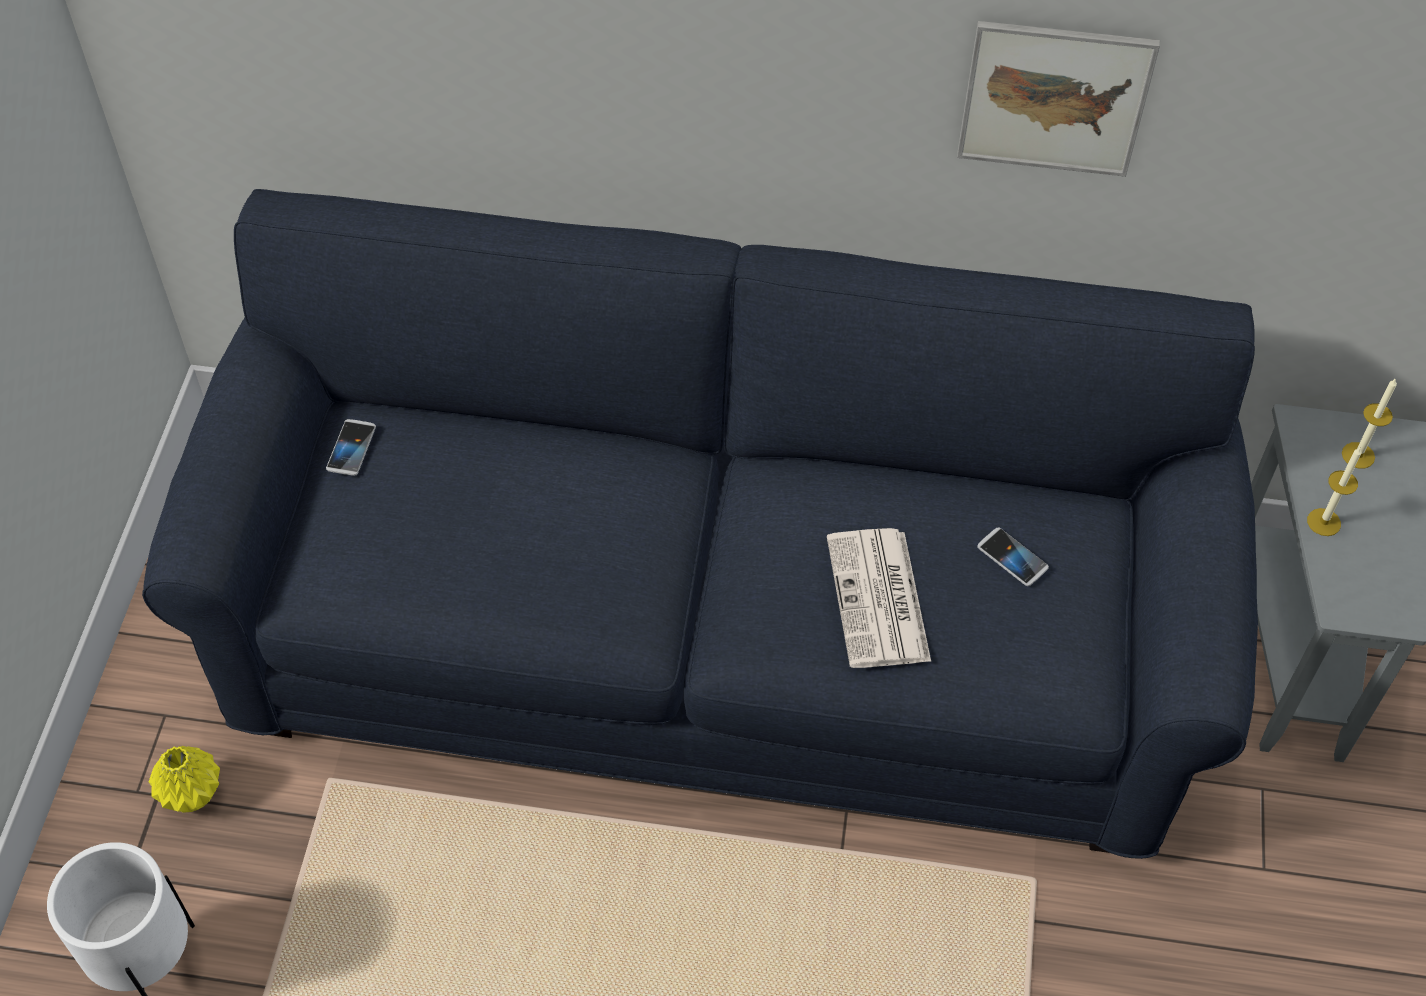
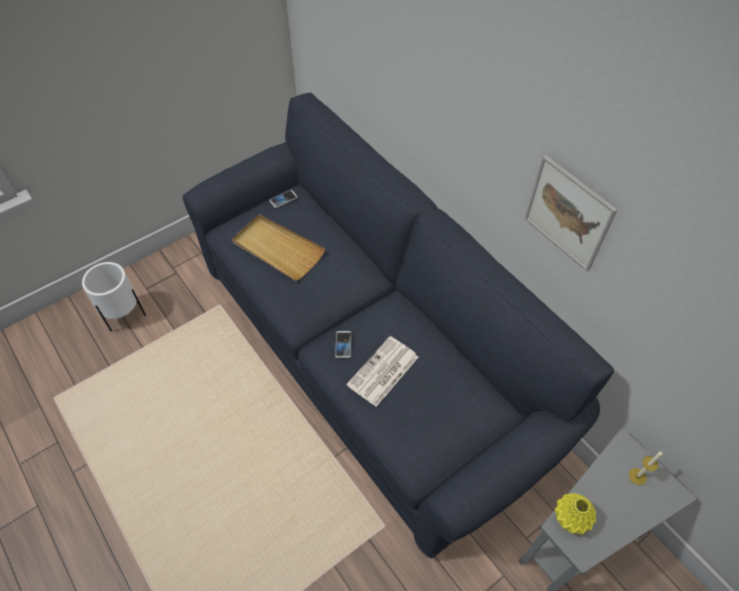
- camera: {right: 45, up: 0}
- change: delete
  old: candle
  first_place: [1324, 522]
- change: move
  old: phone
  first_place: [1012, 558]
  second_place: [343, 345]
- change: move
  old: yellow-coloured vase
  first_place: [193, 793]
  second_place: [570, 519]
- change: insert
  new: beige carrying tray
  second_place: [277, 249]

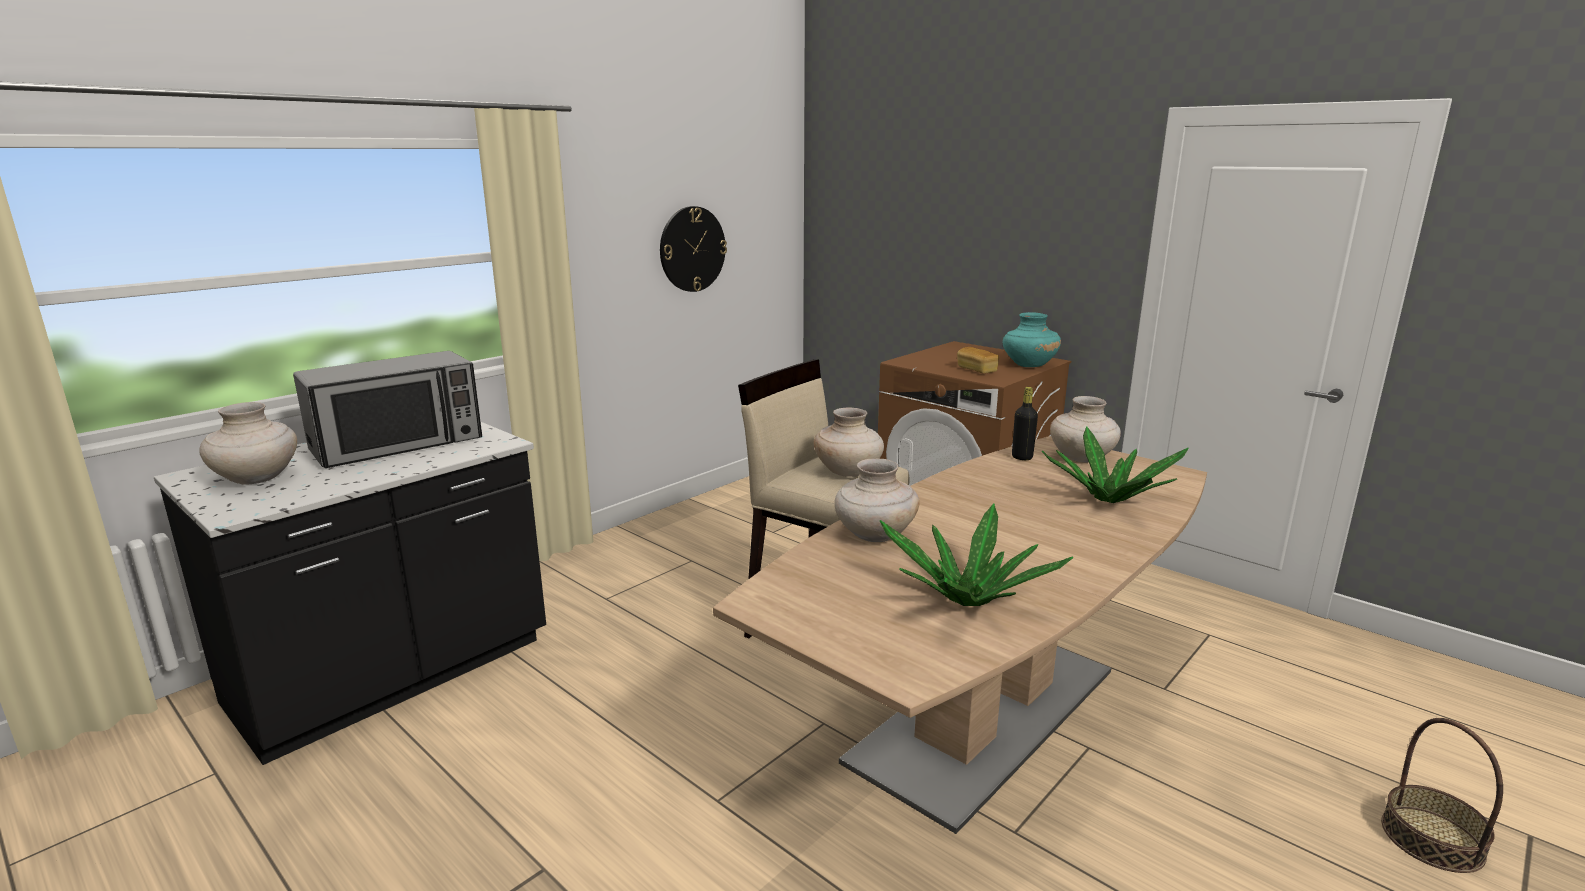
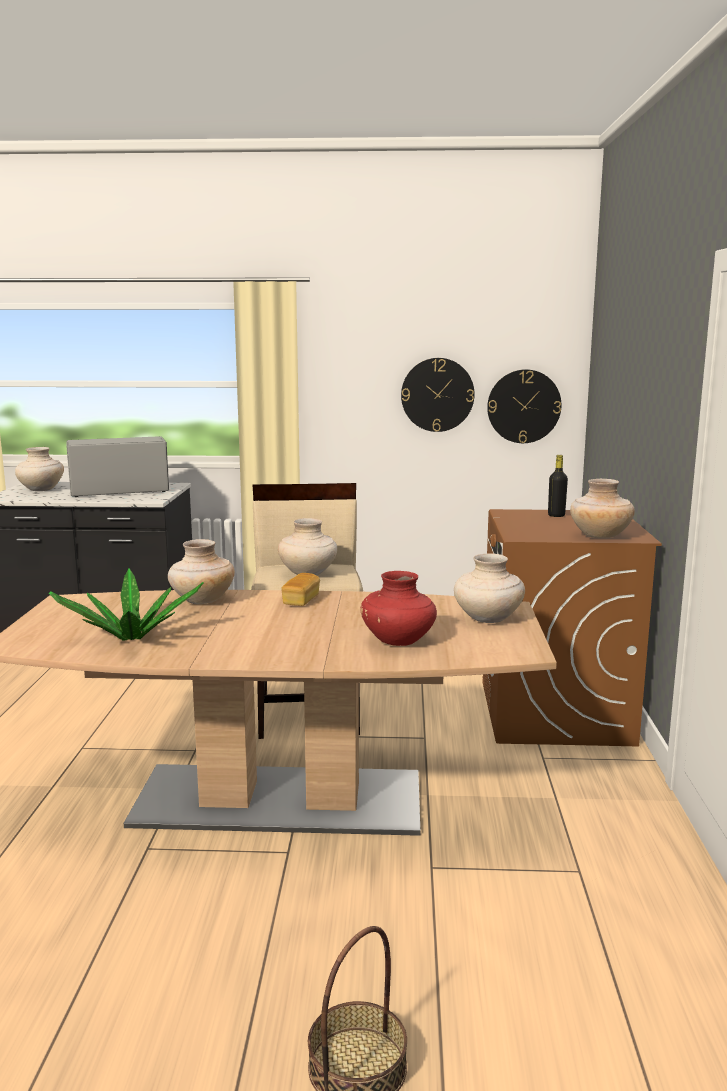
- camera: {right: 50, up: -5}
- change: recolor
  old: blue-green vase
  new: beige vase
  first_place: [1028, 365]
  second_place: [600, 536]
- change: move
  old: baked bread
  first_place: [977, 370]
  second_place: [301, 600]
- change: rotate
  old: microwave oven
  first_place: [399, 445]
  second_place: [119, 490]
  degrees: 150
- change: move
  old: black beverage bottle
  first_place: [1022, 457]
  second_place: [556, 515]
- change: replace
  old: houseplant
  new: red vase
  first_place: [1109, 499]
  second_place: [399, 641]
- change: insert
  new: hanging clock
  second_place: [524, 406]

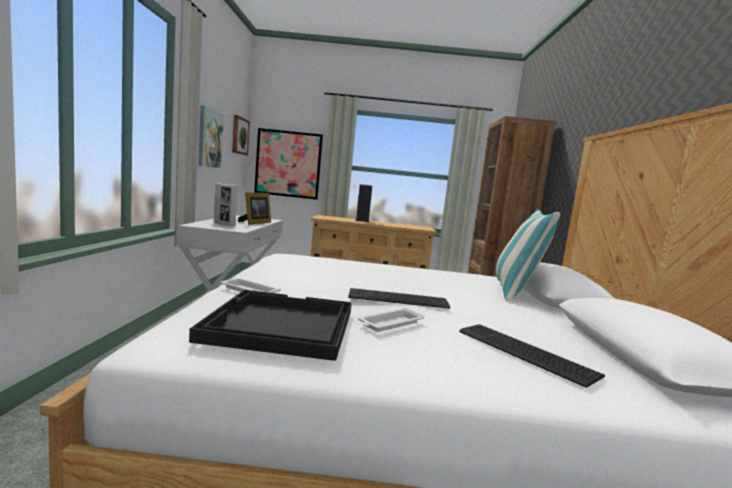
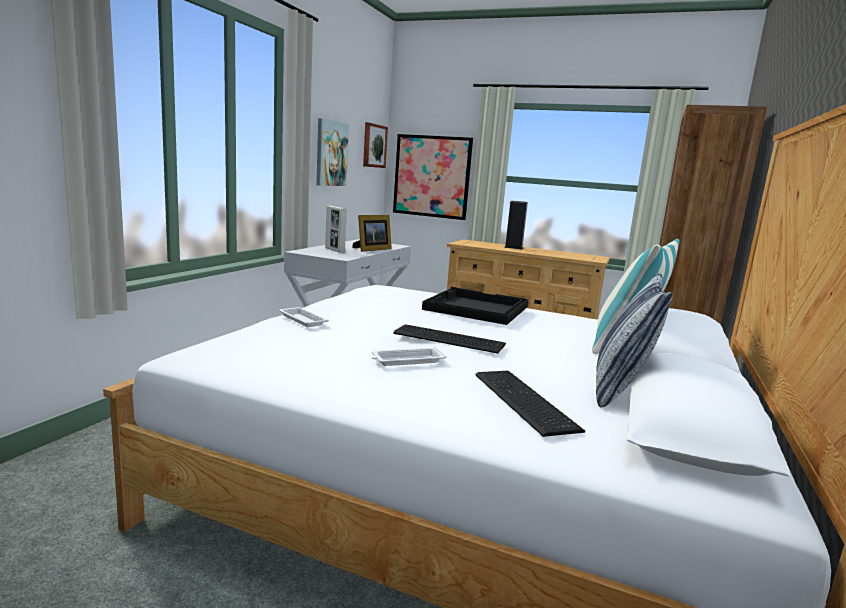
- camera: {right: 20, up: 5}
- change: move
  old: black carrying tray
  first_place: [280, 325]
  second_place: [475, 308]
- change: insert
  new: pillow
  second_place: [620, 390]

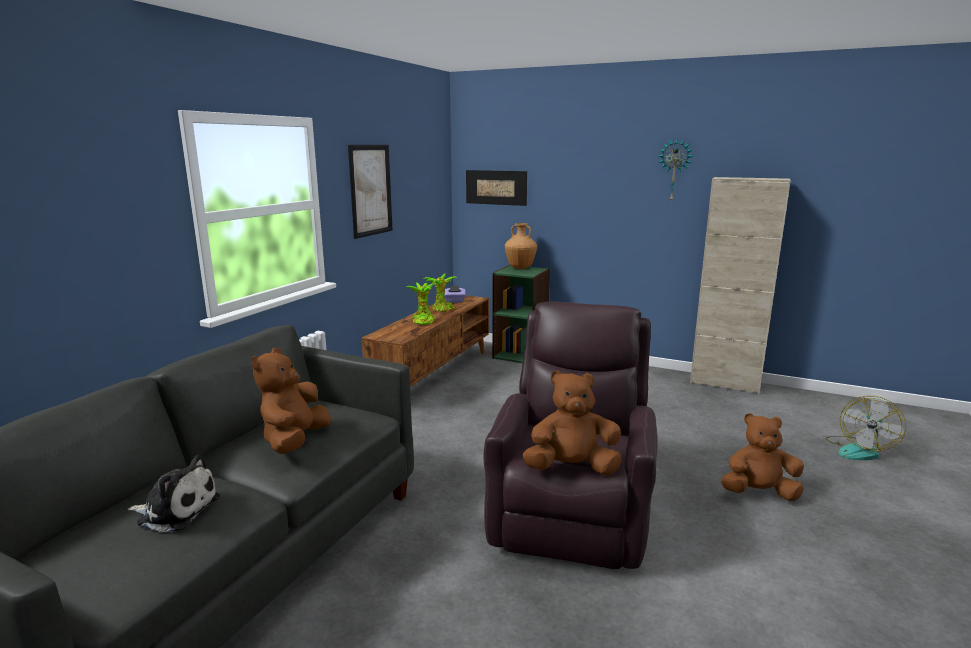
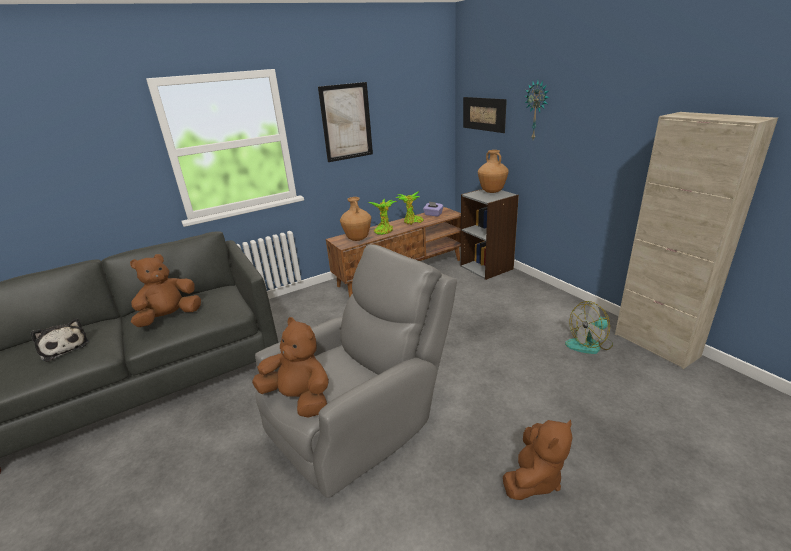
- camera: {right: 35, up: 10}
- change: move
  old: hanging clock
  first_place: [674, 170]
  second_place: [537, 110]
- change: recolor
  old: greenish bookshelf
  new: gray bookshelf
  first_place: [520, 355]
  second_place: [487, 267]
- change: recolor
  old: brown armchair
  new: gray armchair
  first_place: [571, 506]
  second_place: [361, 420]
- change: move
  old: electric fan
  first_place: [859, 450]
  second_place: [589, 344]
- change: rotate
  old: brown cuddly toy
  first_place: [758, 493]
  second_place: [533, 478]
  degrees: 90
- change: insert
  new: brown vase
  second_place: [358, 239]

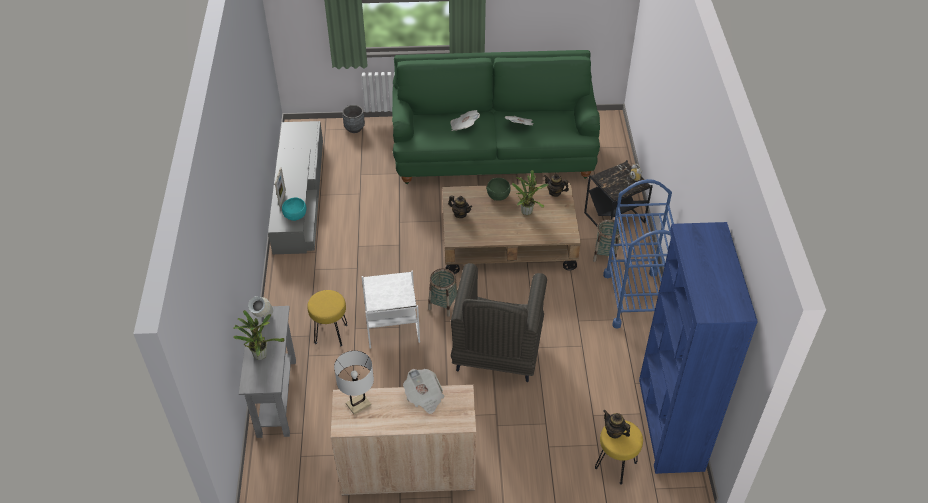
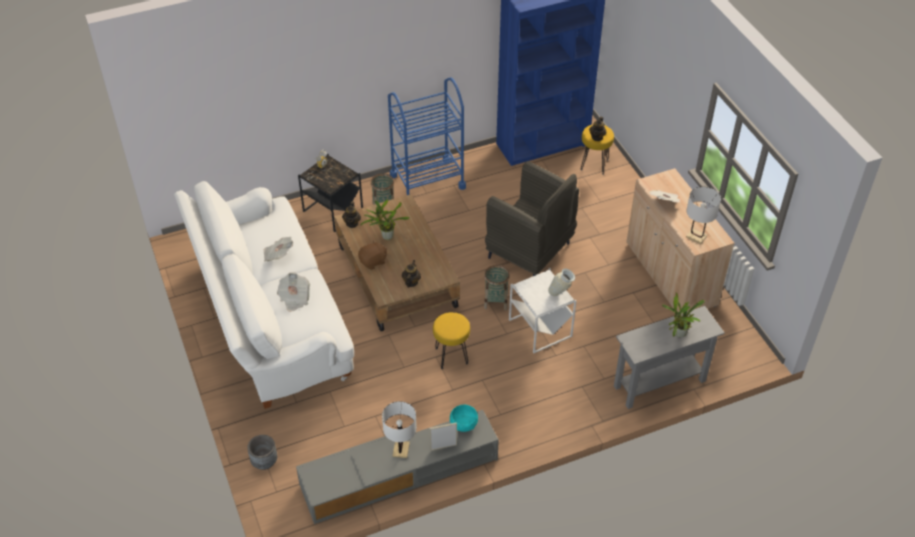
- camera: {right: -110, up: 0}
- change: recolor
  old: greenish couch
  new: white couch
  first_place: [493, 154]
  second_place: [271, 320]
- change: replace
  old: greenish serving bowl
  new: brown cuddly toy
  first_place: [498, 195]
  second_place: [373, 262]
- change: rotate
  old: gray armchair
  first_place: [496, 353]
  second_place: [530, 251]
  degrees: 45
- change: move
  old: yellow-coloured stool
  first_place: [330, 333]
  second_place: [451, 356]
- change: move
  old: vase
  first_place: [263, 320]
  second_place: [561, 294]
- change: insert
  new: white tabletop lamp
  second_place: [401, 449]

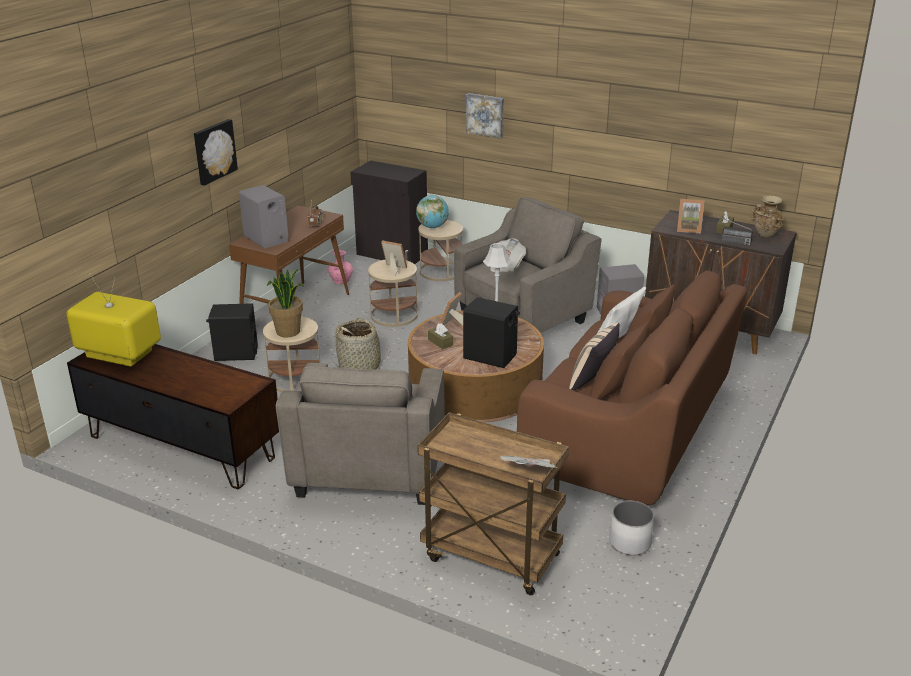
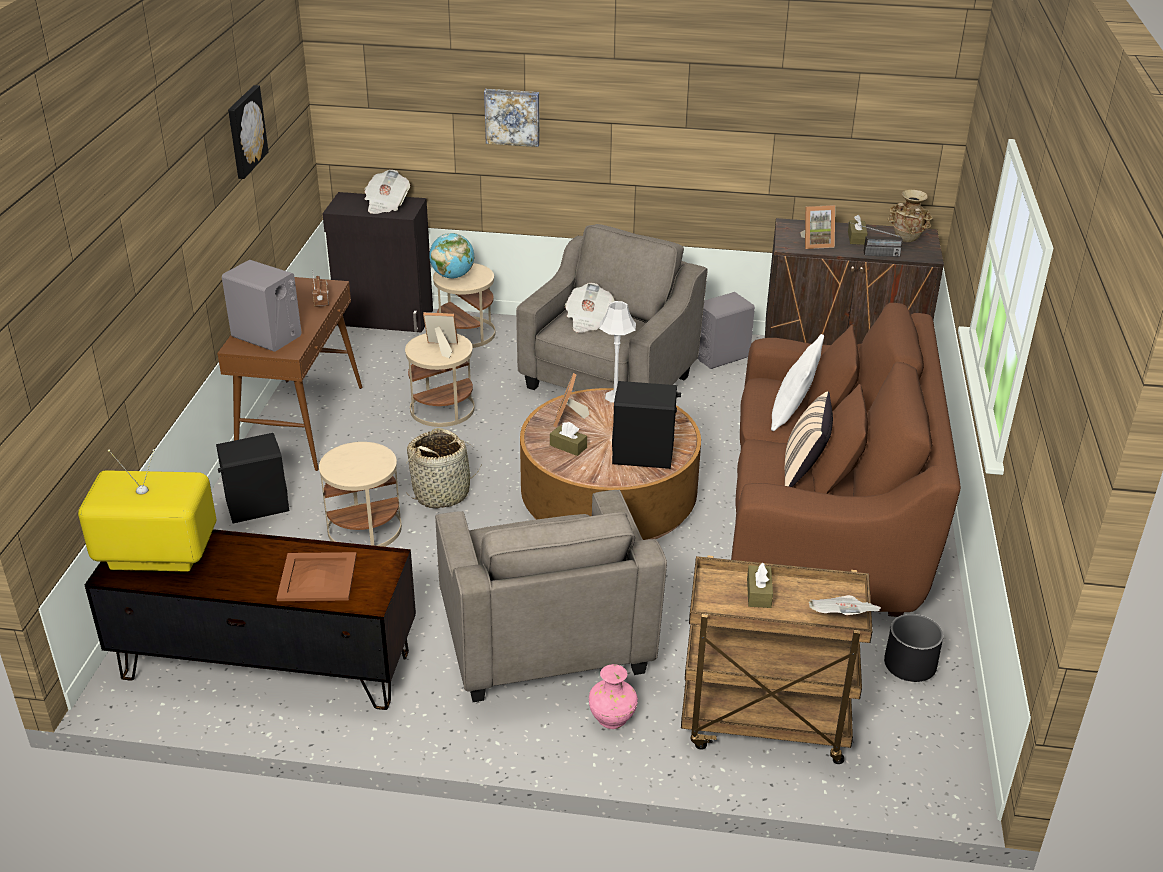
- camera: {right: -20, up: 5}
- change: move
  old: picture
  first_place: [214, 151]
  second_place: [245, 131]
- change: move
  old: pink-coloured vase
  first_place: [340, 281]
  second_place: [611, 719]
- change: delete
  old: houseplant
  first_place: [288, 332]
- change: recolor
  old: white flower pot
  new: black flower pot
  first_place: [630, 543]
  second_place: [910, 666]
- change: insert
  new: printed paper
  second_place: [386, 205]
- change: insert
  new: brown carrying tray
  second_place: [317, 578]
- change: insert
  new: brown box of tissues
  second_place: [759, 593]

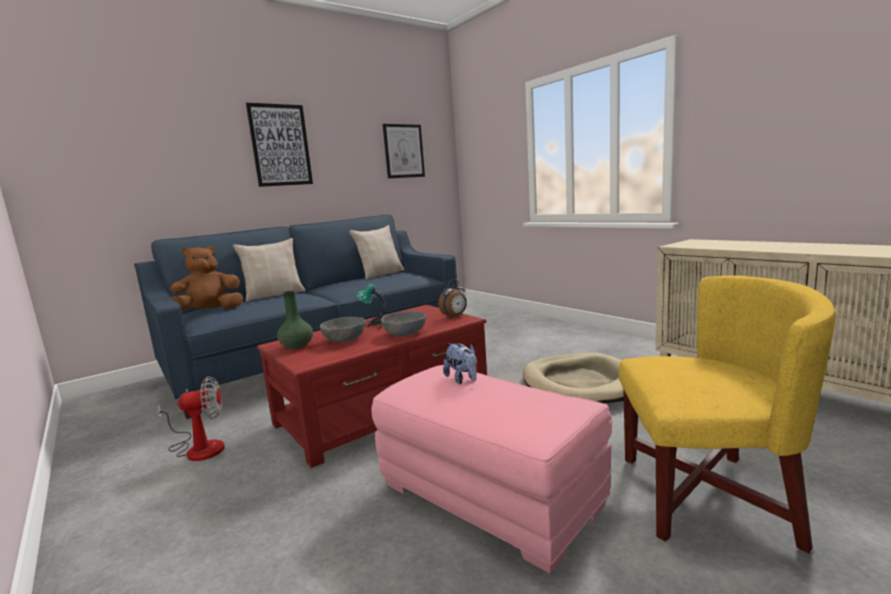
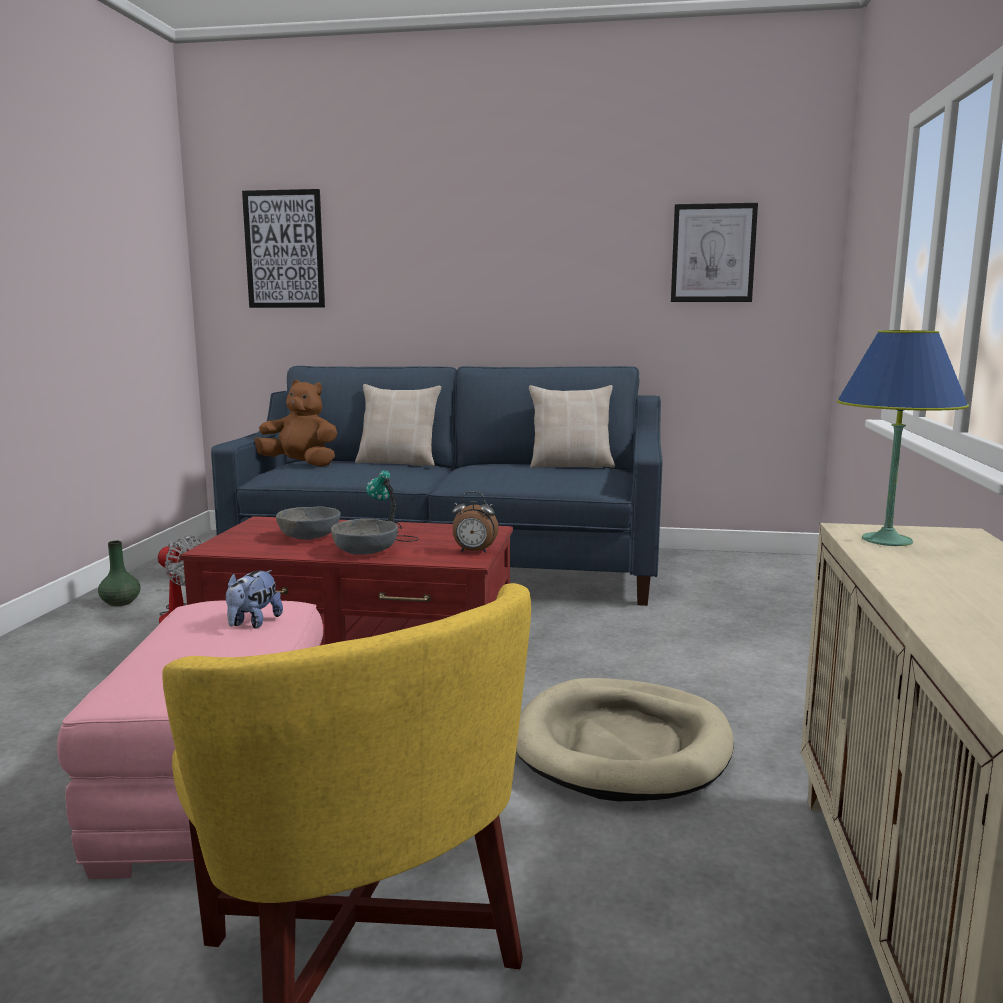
- camera: {right: 45, up: 0}
- change: move
  old: picture
  first_place: [280, 145]
  second_place: [284, 249]
- change: move
  old: greenish vase
  first_place: [296, 346]
  second_place: [120, 602]
- change: insert
  new: bluish tabletop lamp
  second_place: [886, 540]

